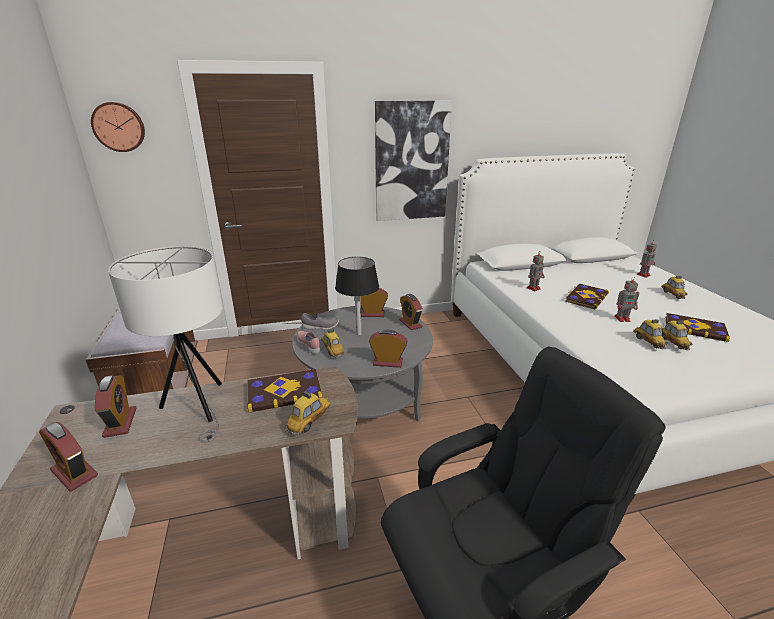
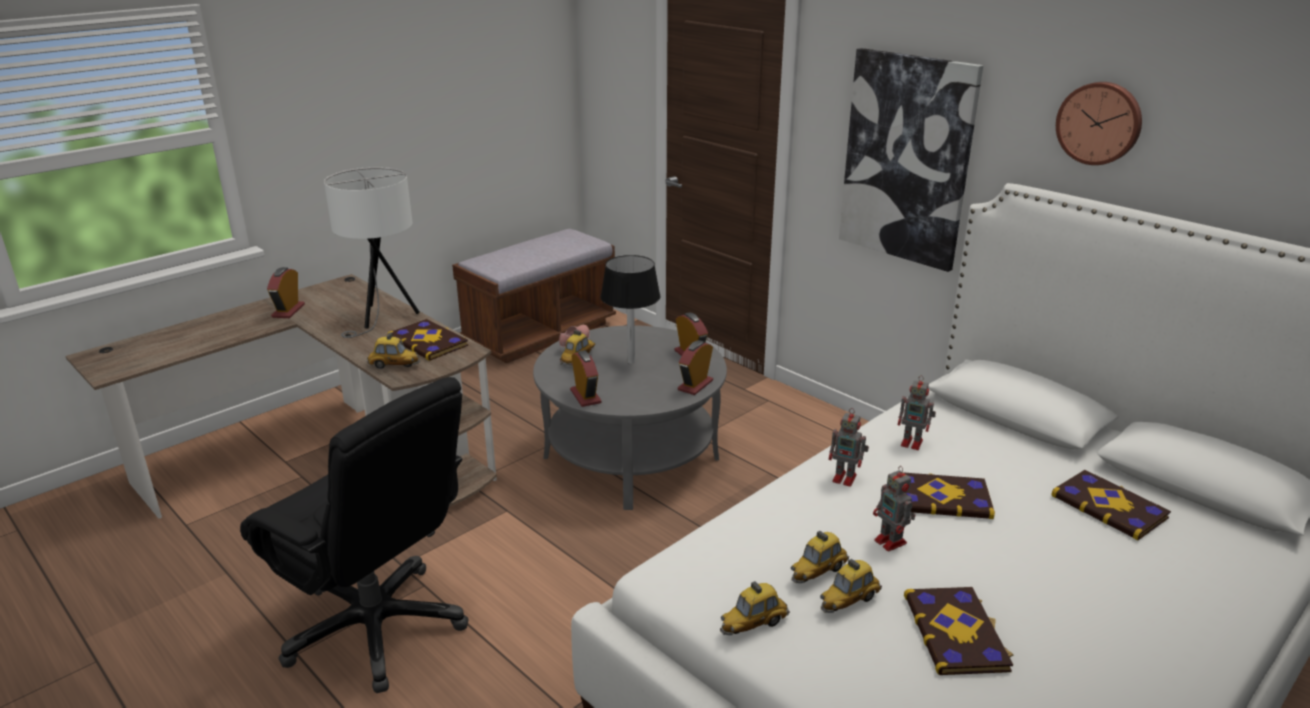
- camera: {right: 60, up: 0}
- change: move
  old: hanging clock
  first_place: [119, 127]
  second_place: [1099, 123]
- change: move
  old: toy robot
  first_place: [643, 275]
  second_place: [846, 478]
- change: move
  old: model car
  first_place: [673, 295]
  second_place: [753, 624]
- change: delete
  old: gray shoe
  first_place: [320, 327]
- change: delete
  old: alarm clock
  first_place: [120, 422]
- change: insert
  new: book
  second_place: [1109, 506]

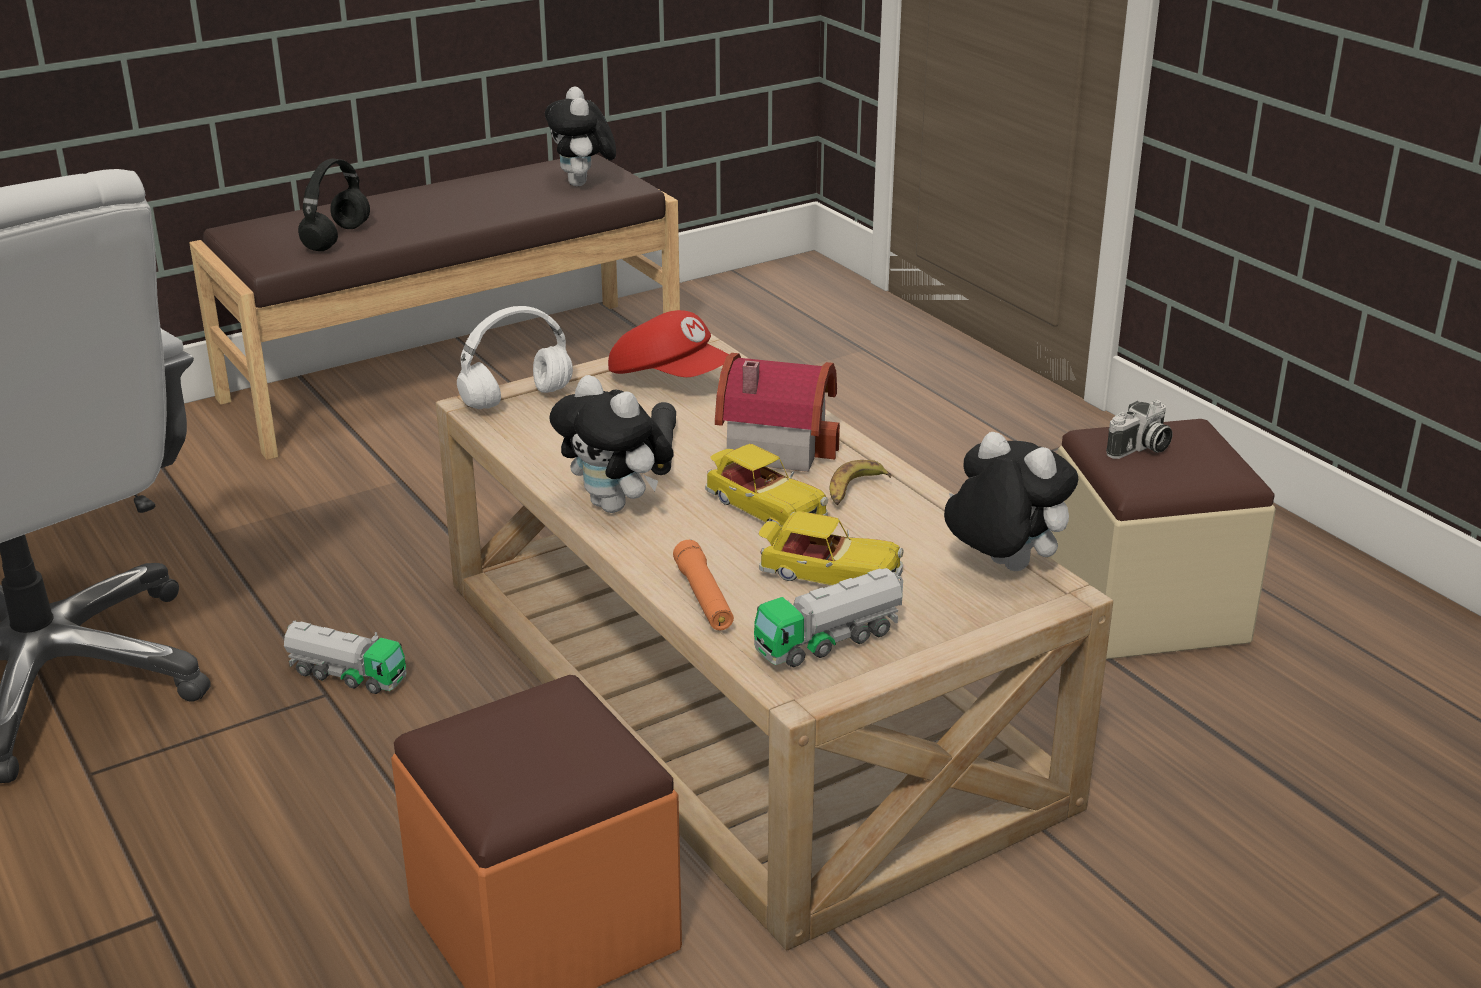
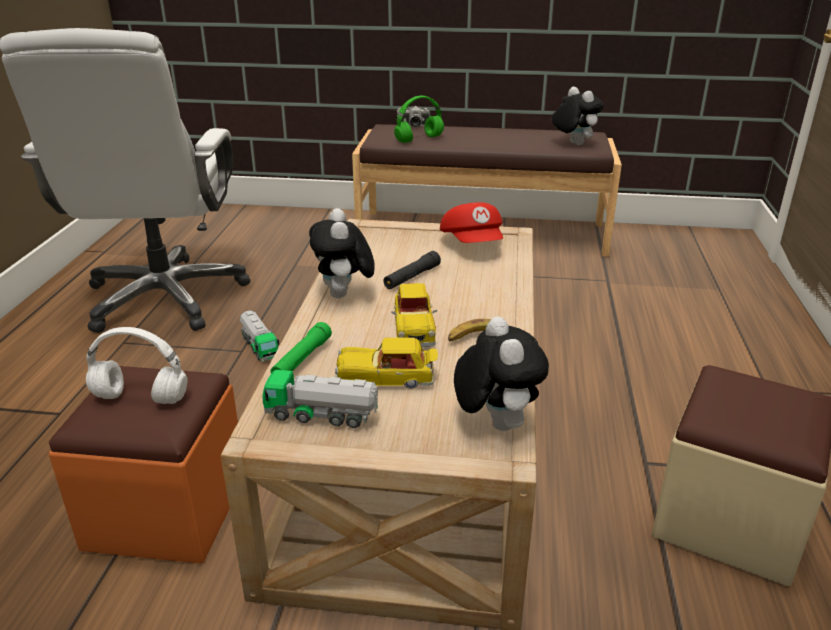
- camera: {right: 40, up: 0}
- change: rotate
  old: cuddly toy
  first_place: [583, 184]
  second_place: [573, 144]
  degrees: 120
- change: recolor
  old: black headset
  new: greenish headset
  first_place: [336, 238]
  second_place: [419, 139]
- change: move
  old: white headset
  first_place: [515, 399]
  second_place: [139, 398]
- change: delete
  old: model house
  first_place: [775, 444]
- change: move
  old: photo camera
  first_place: [1140, 449]
  second_place: [412, 126]
- change: rotate
  old: model car
  first_place: [828, 574]
  second_place: [387, 378]
  degrees: 120
- change: recolor
  old: orange hand torch
  new: greenish hand torch
  first_place: [704, 597]
  second_place: [302, 359]

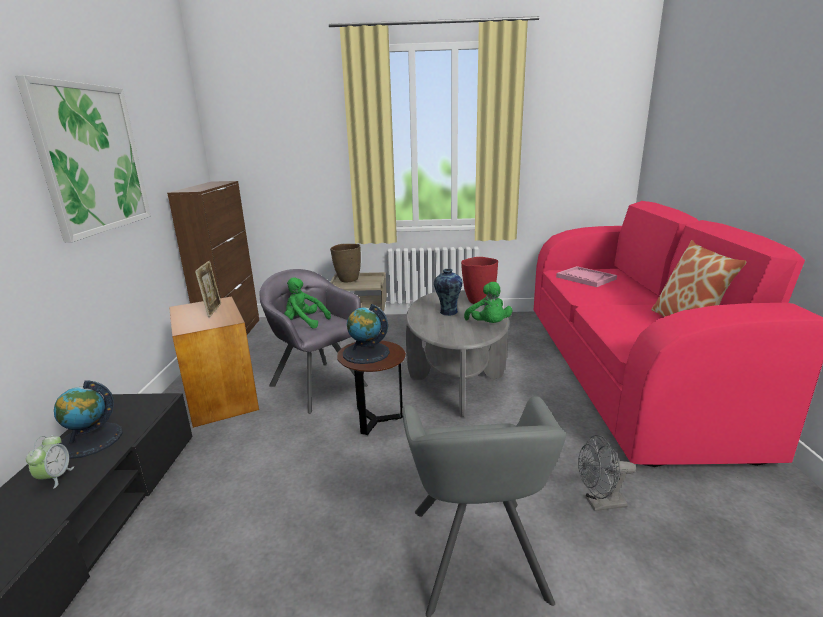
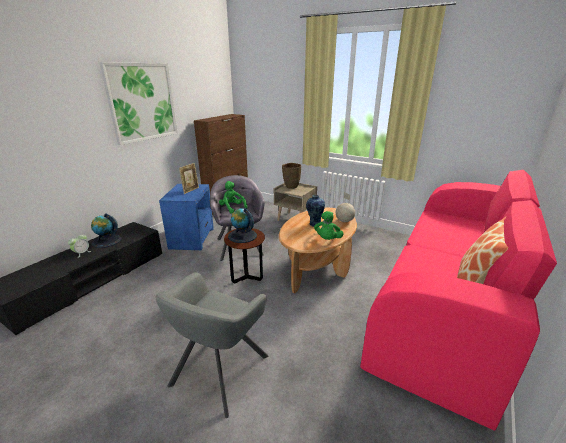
- camera: {right: 30, up: 5}
- change: replace
  old: red vase
  new: desk globe
  first_place: [478, 301]
  second_place: [344, 221]
- change: delete
  old: pink-coloured carrying tray
  first_place: [585, 278]
- change: recolor
  old: gray coffee table
  new: brown coffee table
  first_place: [456, 378]
  second_place: [316, 268]
- change: recolor
  old: brown accent table
  new: bluish accent table
  first_place: [222, 397]
  second_place: [192, 238]
- change: delete
  old: gray electric fan
  first_place: [600, 503]

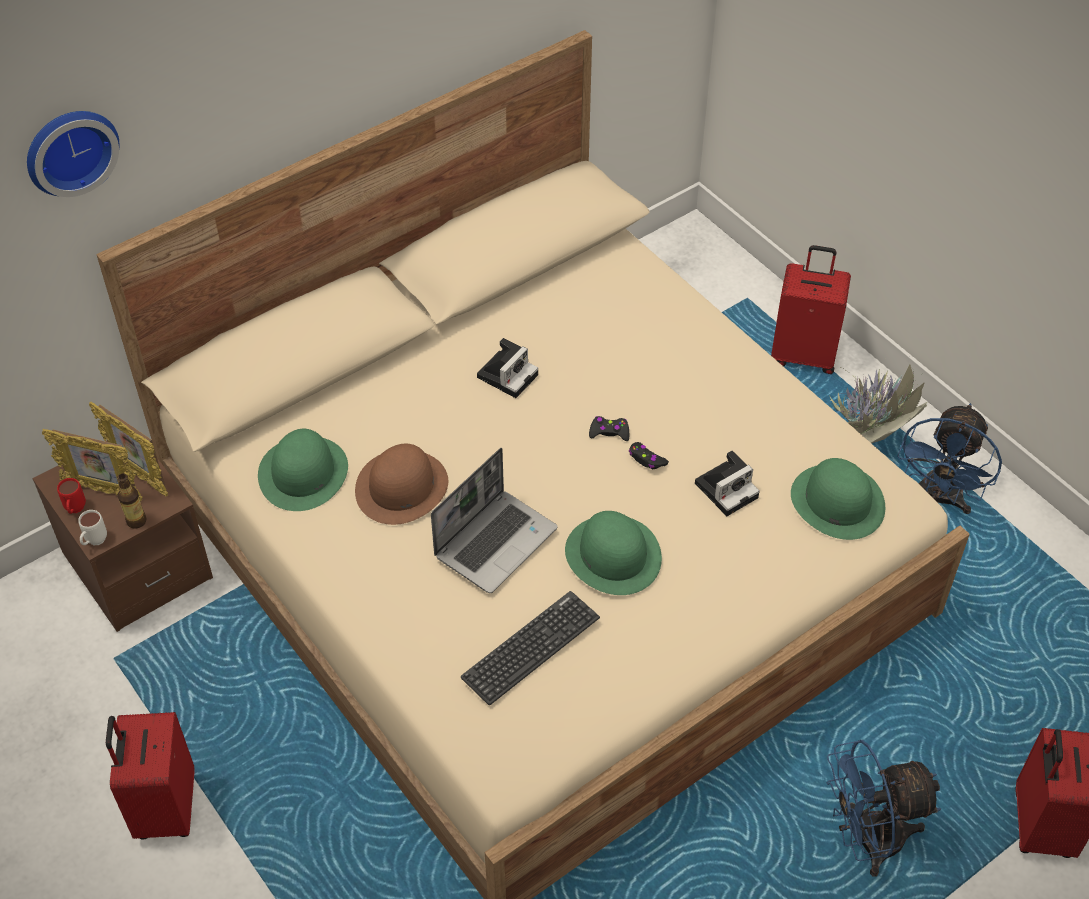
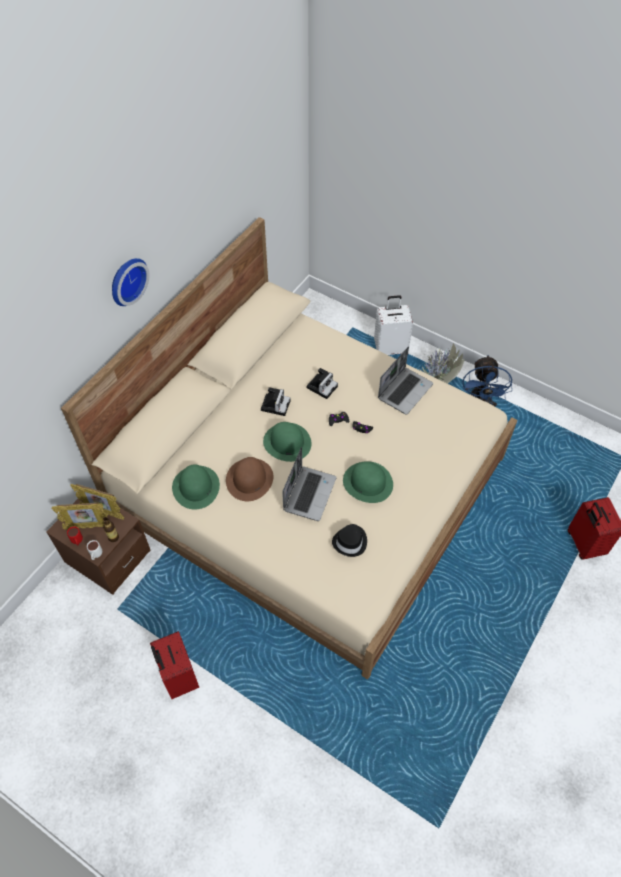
- camera: {right: -20, up: 5}
- change: move
  old: hanging clock
  first_place: [69, 149]
  second_place: [126, 280]
- change: recolor
  old: red piece of luggage
  new: white piece of luggage
  first_place: [804, 355]
  second_place: [390, 349]
- change: move
  old: photo camera
  first_place: [727, 488]
  second_place: [322, 386]
- change: move
  old: greenish wearable hat
  first_place: [837, 501]
  second_place: [287, 442]
- change: replace
  old: computer keyboard
  new: black wearable hat
  first_place: [531, 647]
  second_place: [350, 542]
- change: delete
  old: bluish electric fan
  first_place: [867, 840]
- change: insert
  new: portable computer
  second_place: [405, 390]

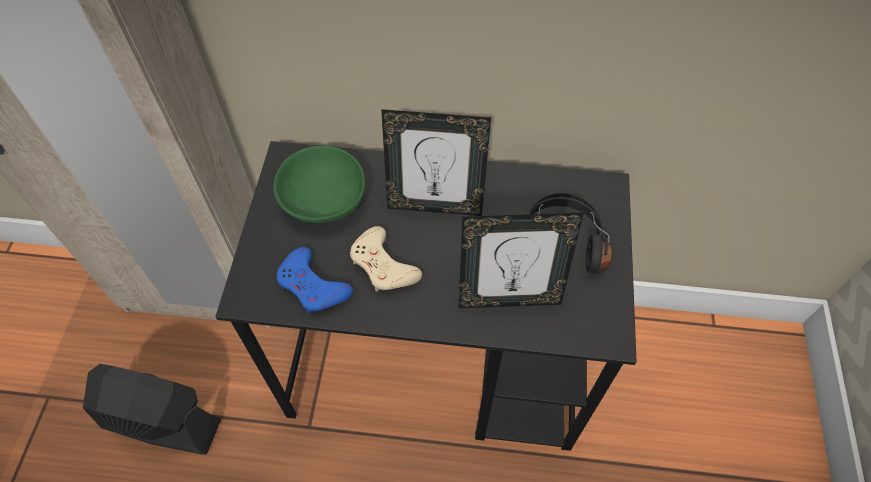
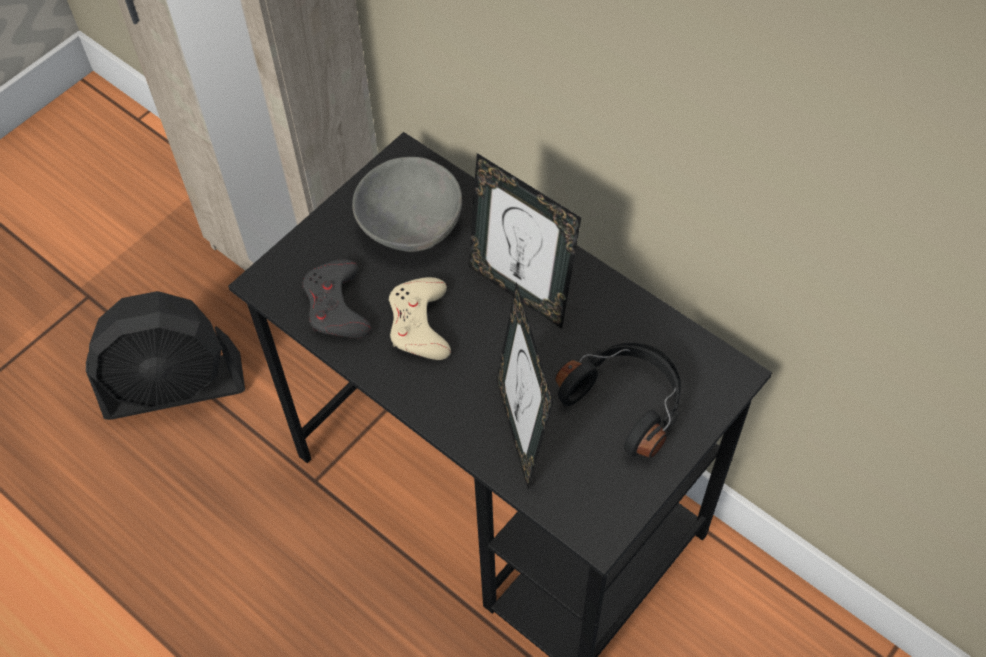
- camera: {right: 35, up: 0}
- change: recolor
  old: greenish serving bowl
  new: gray serving bowl
  first_place: [323, 201]
  second_place: [409, 224]
- change: rotate
  old: photo frame
  first_place: [509, 298]
  second_place: [522, 430]
  degrees: 45
- change: recolor
  old: bluish joypad
  new: gray joypad
  first_place: [312, 286]
  second_place: [336, 306]
- change: rotate
  old: black electric fan
  first_place: [161, 423]
  second_place: [174, 387]
  degrees: 120

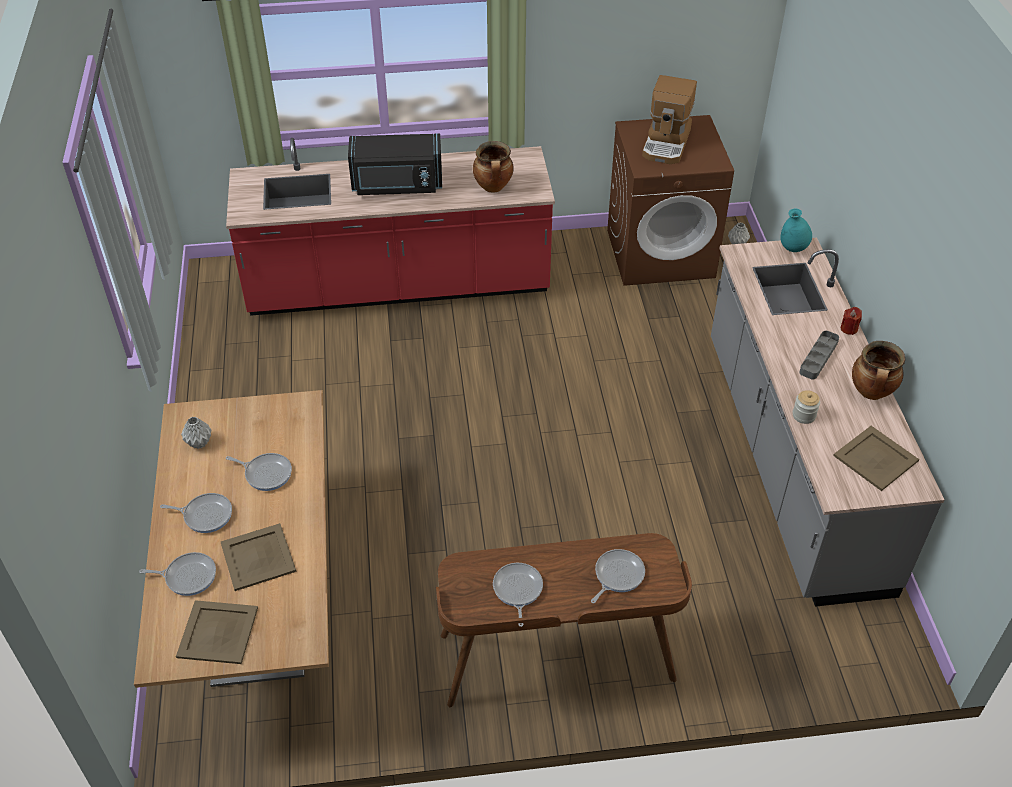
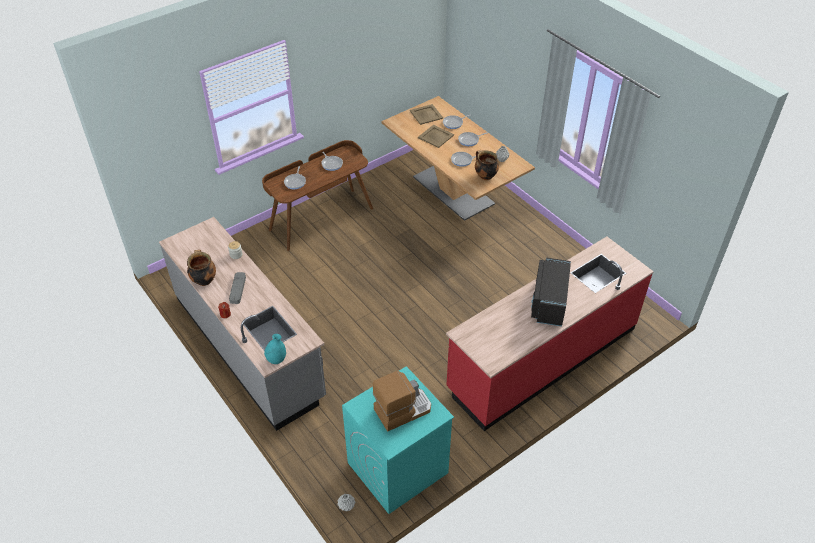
- camera: {right: 150, up: 0}
- change: rotate
  old: coffee maker
  first_place: [667, 143]
  second_place: [402, 409]
  degrees: 75
- change: recolor
  old: brown washing machine
  new: blue-green washing machine
  first_place: [661, 253]
  second_place: [397, 468]
- change: rotate
  old: black microwave oven
  first_place: [397, 185]
  second_place: [548, 302]
  degrees: -45
- change: move
  old: stockpot
  first_place: [493, 187]
  second_place: [485, 176]
- change: delete
  old: beige carrying tray
  first_place: [876, 458]

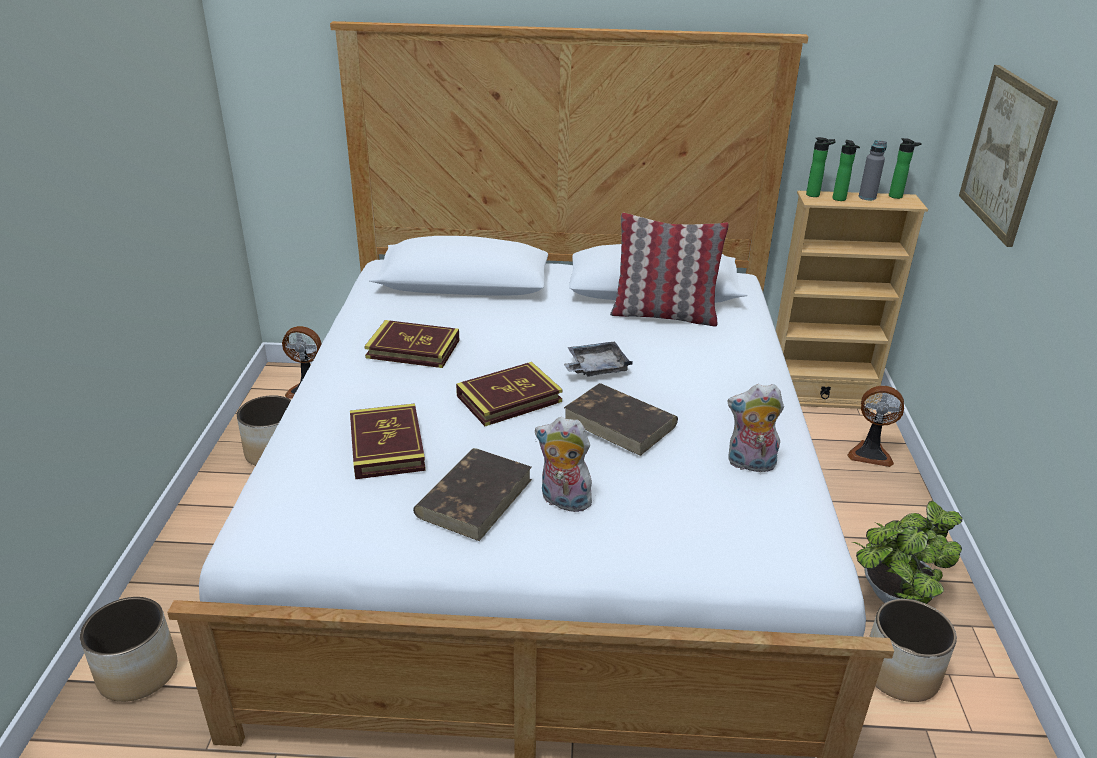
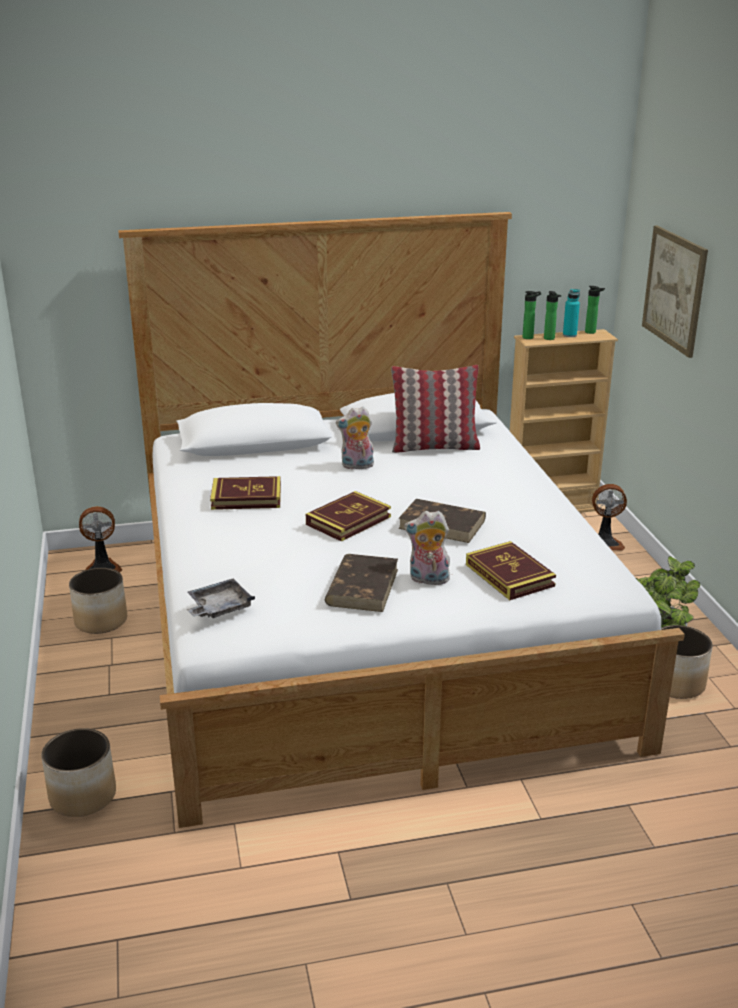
- camera: {right: -15, up: -5}
- change: recolor
  old: gray beverage bottle
  new: blue-green beverage bottle
  first_place: [867, 197]
  second_place: [569, 335]
- change: move
  old: gray carrying tray
  first_place: [596, 368]
  second_place: [219, 608]
- change: move
  old: cuddly toy
  first_place: [750, 464]
  second_place: [356, 466]
- change: move
  old: book
  first_place: [387, 446]
  second_place: [509, 575]

